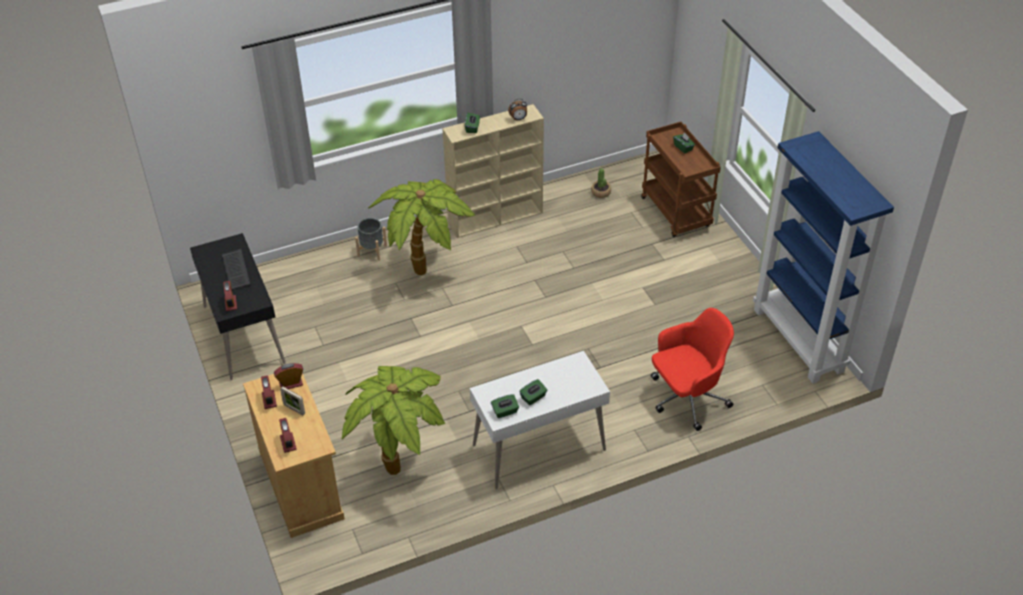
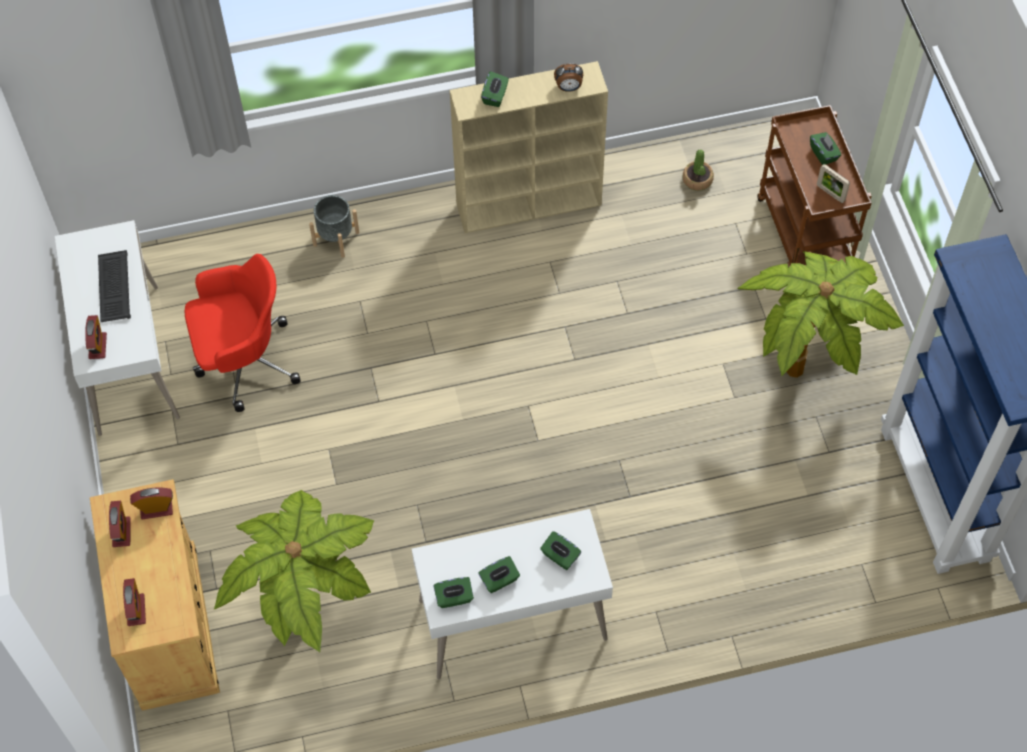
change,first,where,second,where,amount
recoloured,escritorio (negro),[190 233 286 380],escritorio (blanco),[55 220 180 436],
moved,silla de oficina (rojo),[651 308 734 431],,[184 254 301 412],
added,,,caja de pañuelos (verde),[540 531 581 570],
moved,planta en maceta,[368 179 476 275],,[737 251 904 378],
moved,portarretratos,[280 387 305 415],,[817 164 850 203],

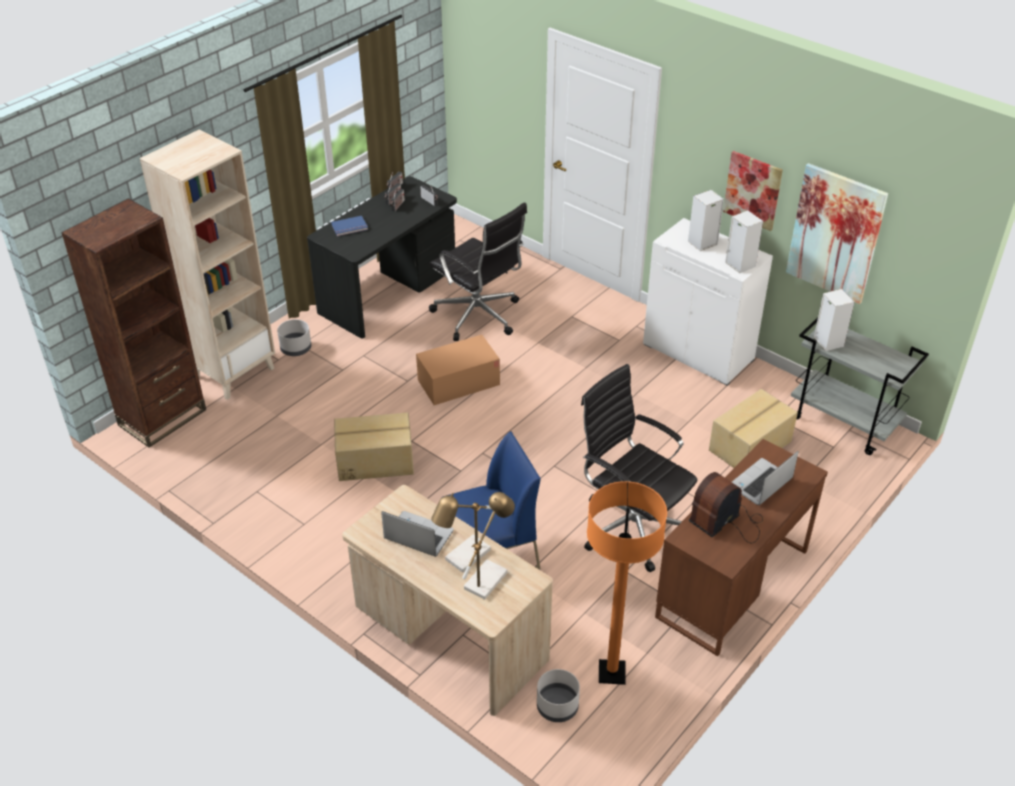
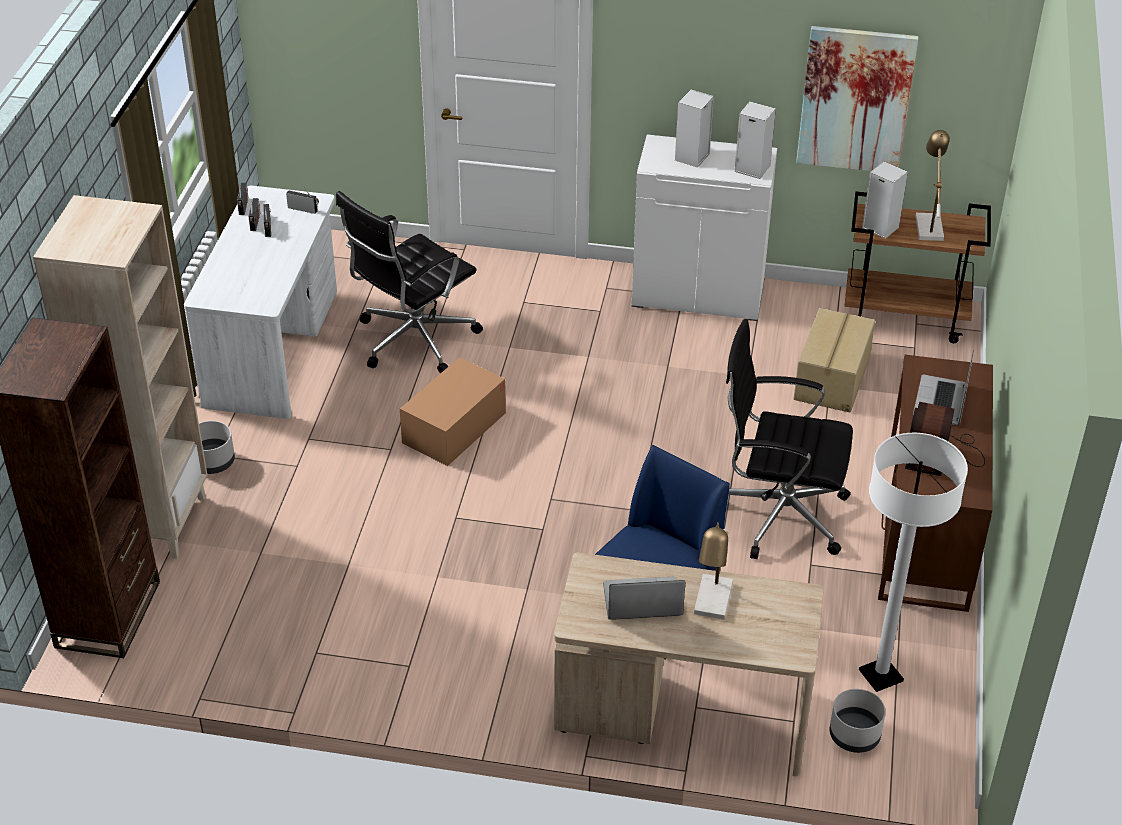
change,first,where,second,where,amount
recoloured,escritorio (negro),[307 176 457 339],escritorio (blanco),[184 186 337 419],
turned,silla de oficina (negro),[429 202 527 341],,[336 191 483 374],120 degrees clockwise
recoloured,carrito (gris),[791 317 929 455],carrito (marrón),[844 192 991 343],
recoloured,lámpara de pie (naranja),[587 481 667 685],lámpara de pie (blanco),[859 433 968 692],
moved,lámpara de mesa,[462 492 515 600],,[915 130 950 241],
removed,libro (azul),[331 216 368 236],,,
removed,caja de cartón,[334 413 414 481],,,
removed,cuadro,[723 151 783 231],,,

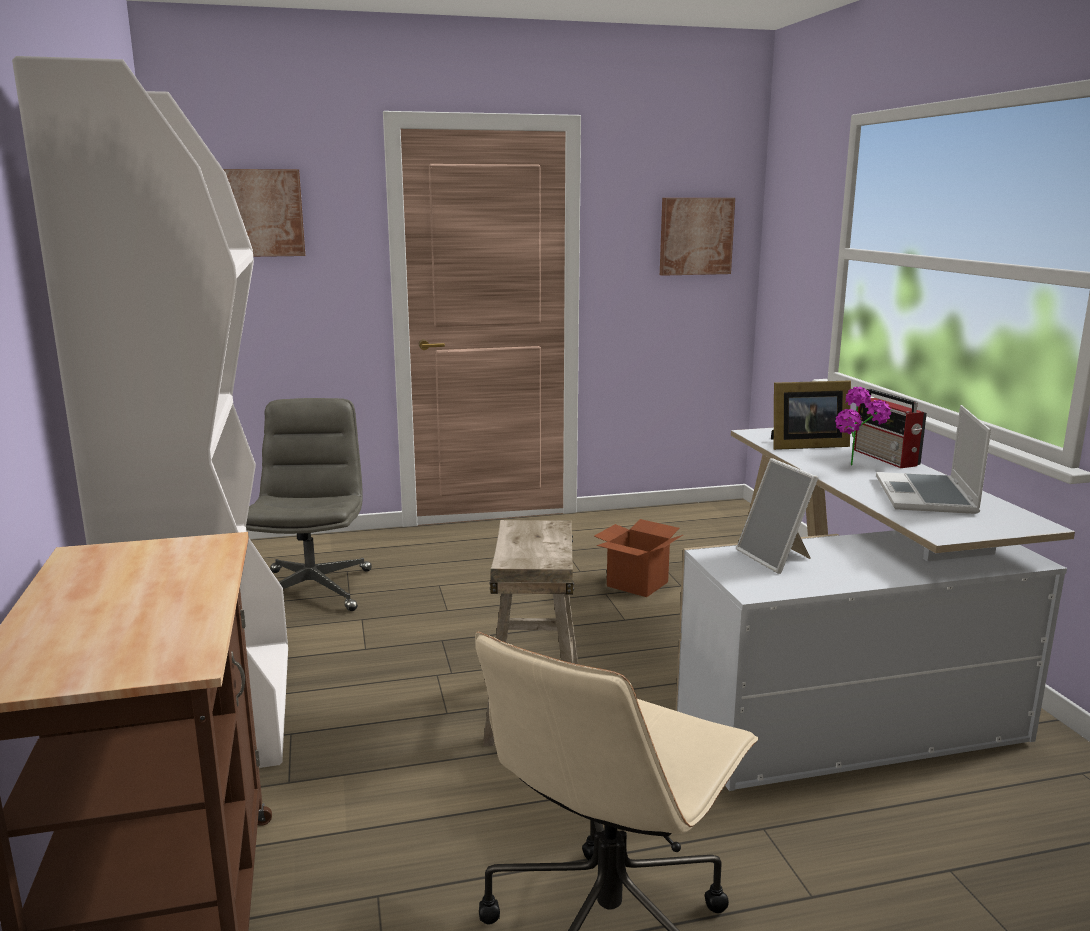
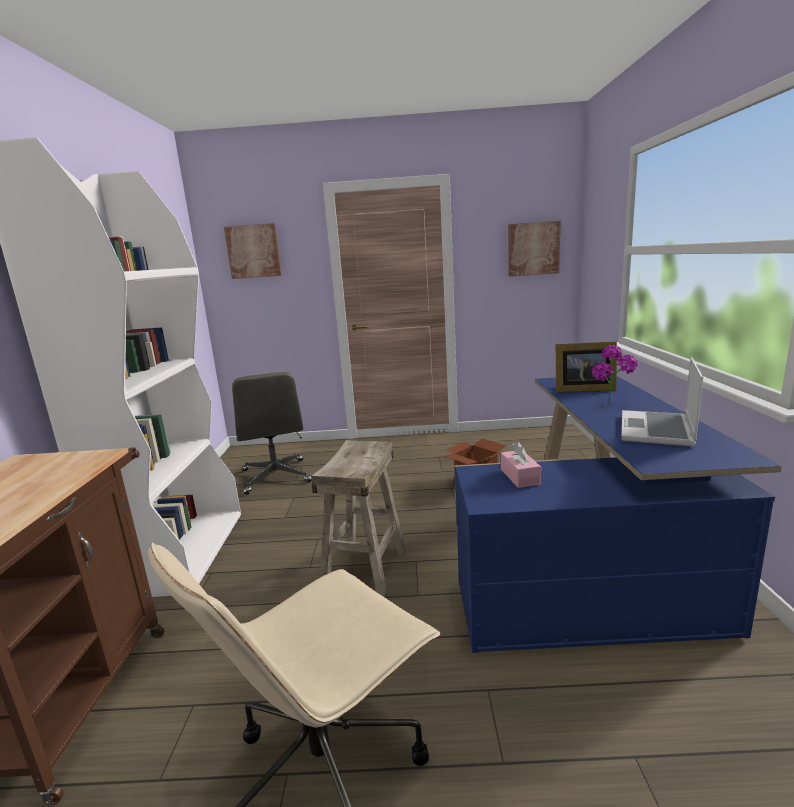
change,first,where,second,where,amount
turned,silla de oficina (gris),[246 398 372 611],,[232 372 311 495],150 degrees clockwise
recoloured,escritorio (blanco),[675 428 1075 791],escritorio (azul),[455 376 782 653],
replaced,portarretratos,[736 458 818 574],caja de pañuelos (rosa),[501 441 541 488],
removed,radio,[854 389 927 468],,,

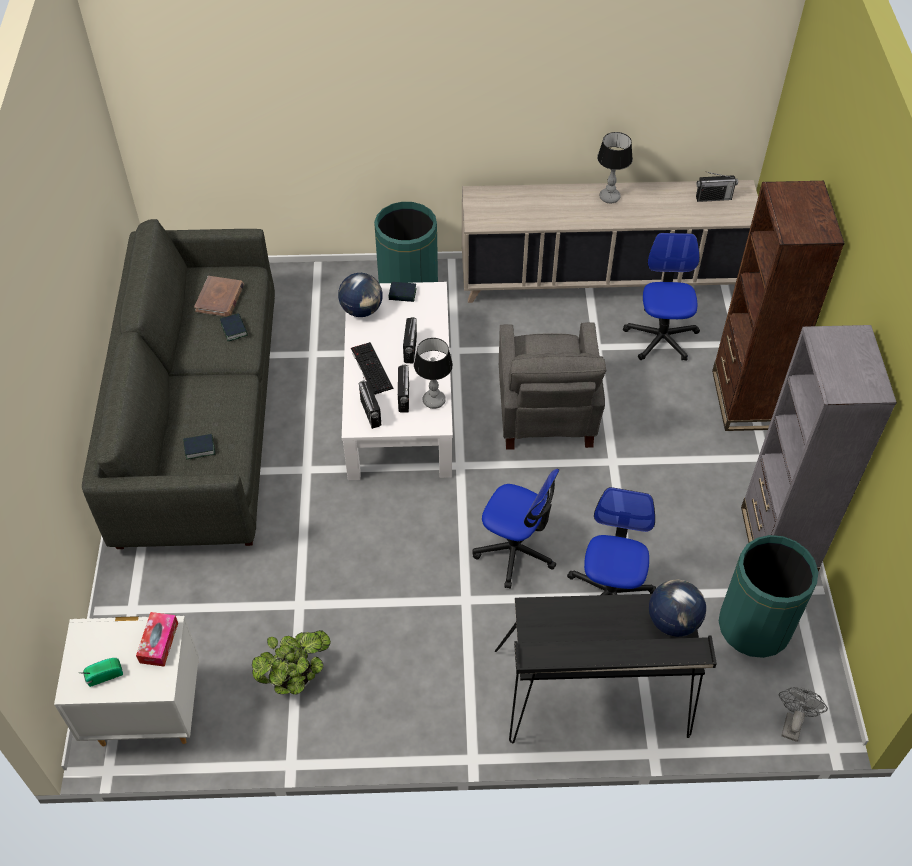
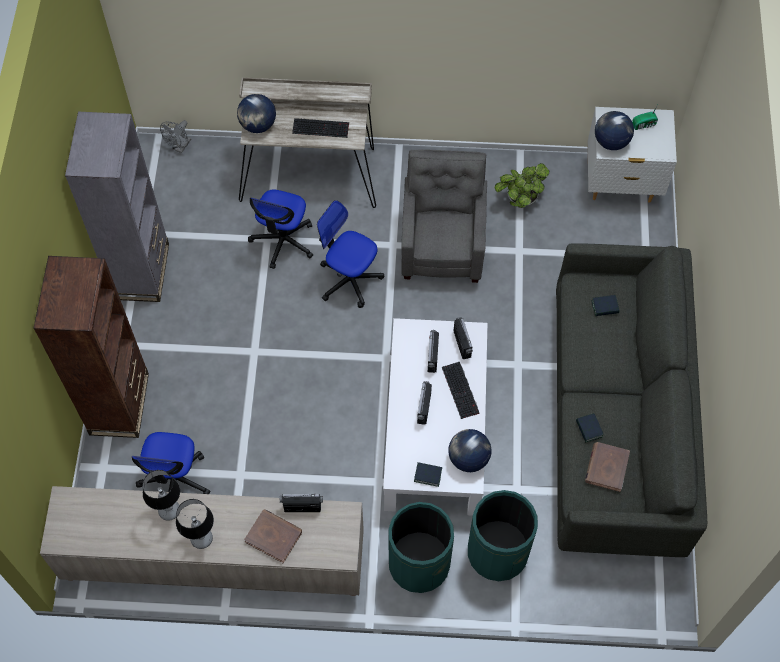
change,first,where,second,where,amount
moved,lámpara de mesa,[414 338 453 409],,[142 470 180 521],
recoloured,escritorio (negro),[495 594 717 744],escritorio (beis),[239 77 376 208],
added,,,libro (marrón),[244 509 302 563],
moved,radio,[696 172 738 202],,[280 494 323 512],
added,,,teclado,[292 118 349 138],
moved,sillón (gris),[499 322 606 450],,[401 150 487 283],
moved,papelera (verde),[719 535 818 658],,[468 490 538 581],
replaced,caja de pañuelos,[136 612 178 667],globo terráqueo,[595 111 634 150],

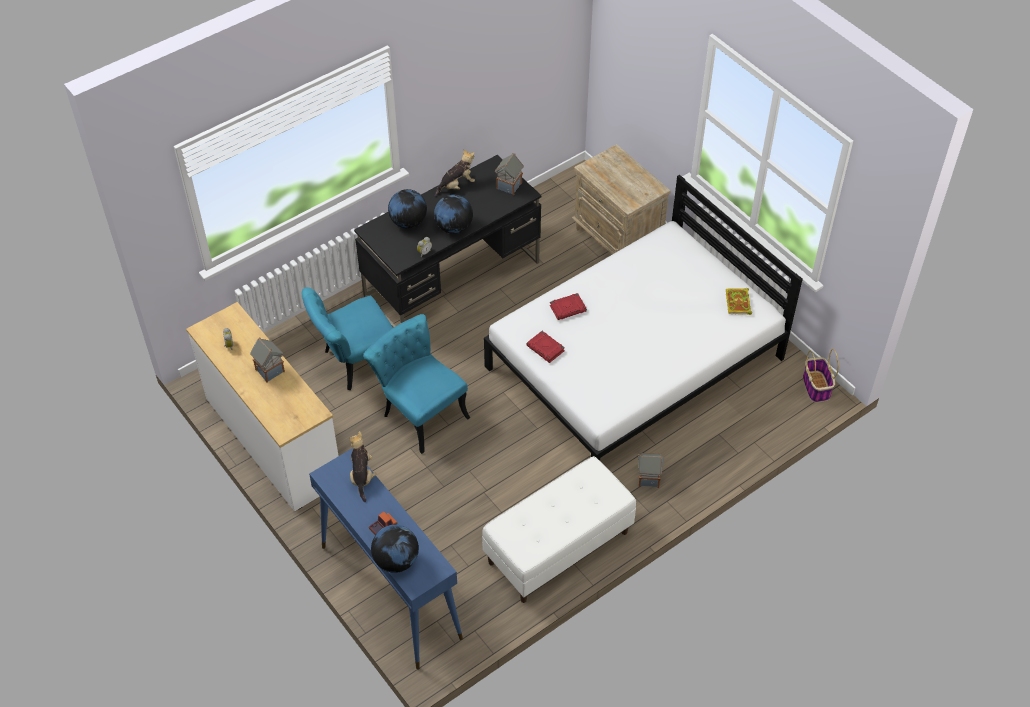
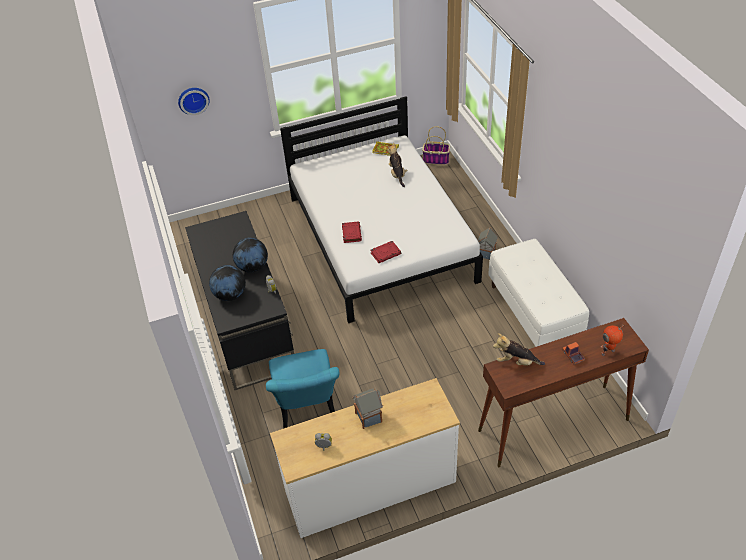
change,first,where,second,where,amount
added,,,reloj de pared,[178 88 210 115],
moved,peluche,[435 149 475 196],,[387 143 407 187],
recoloured,mesa consola (azul),[309 448 463 669],mesa consola (marrón),[478 318 649 467],
replaced,globo terráqueo,[371 525 419 573],robot de juguete,[600 325 625 356],
removed,silla (turquesa),[363 314 470 454],,,
removed,casita,[495 153 524 195],,,
removed,mesita de noche (beis),[572 144 671 255],,,

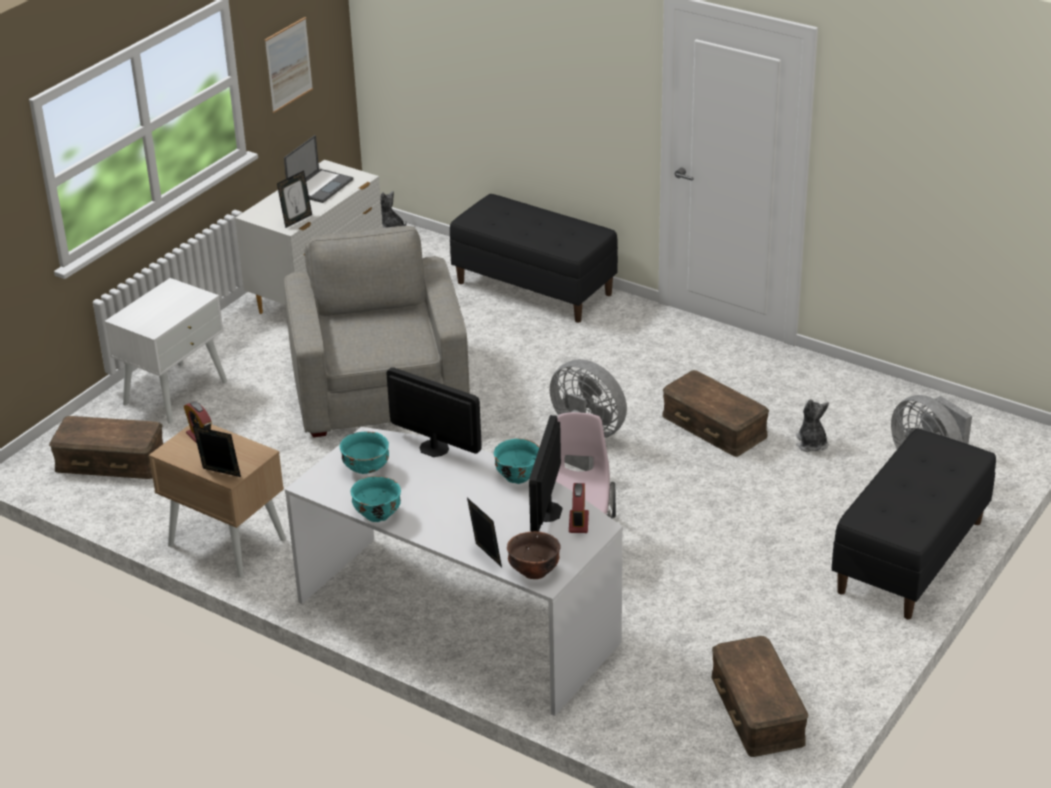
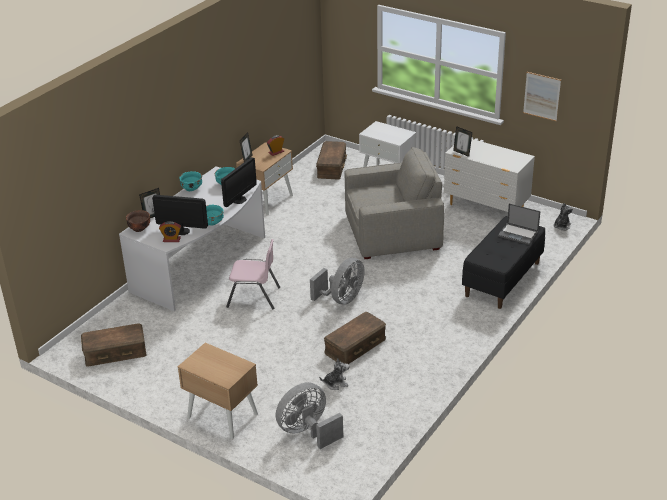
change,first,where,second,where,amount
replaced,banco (negro),[832 428 996 620],mesita de noche (beis),[178 343 258 439],
moved,portátil,[284 135 353 203],,[498 203 540 245],

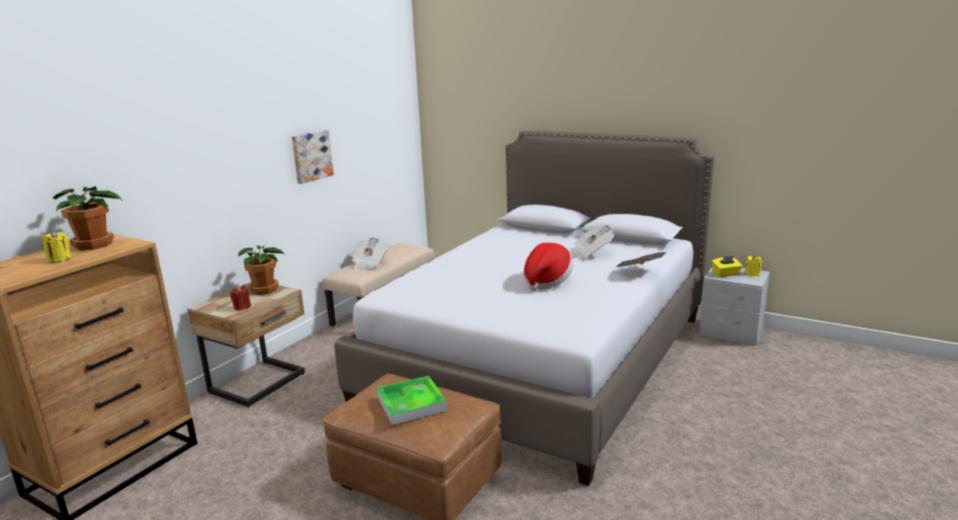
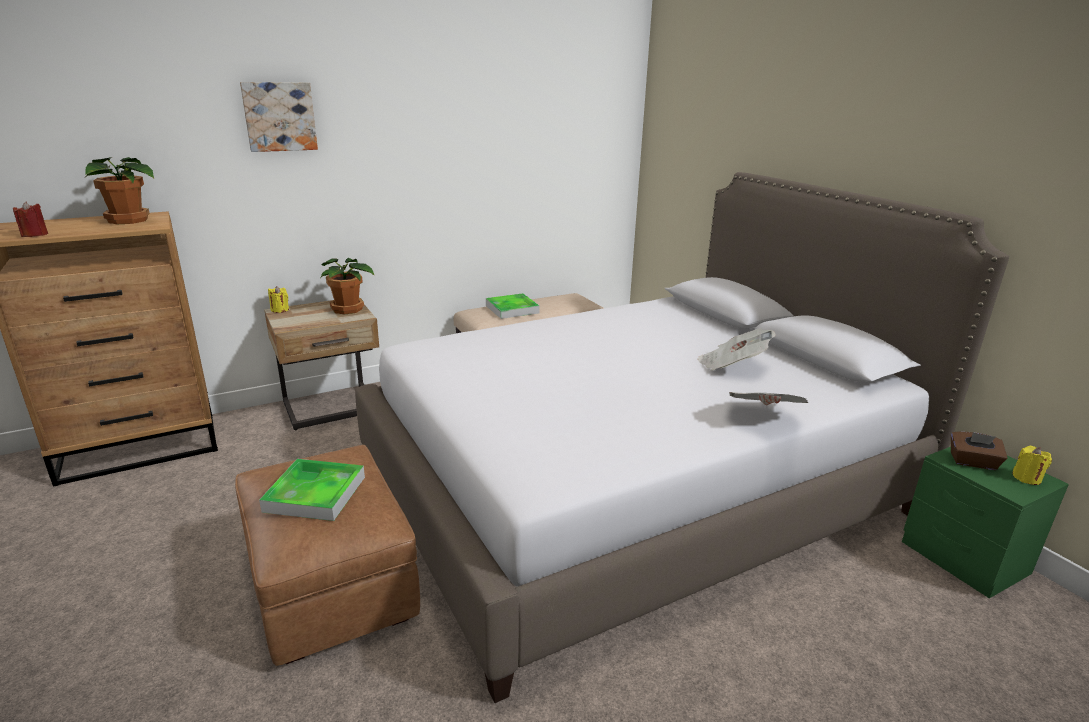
change,first,where,second,where,amount
moved,vela (rojo),[230 285 251 311],,[13 201 48 237],
moved,cuadro,[292 130 334 184],,[240 82 318 152],
moved,vela (amarillo),[41 231 72 263],,[268 286 289 313],
replaced,periódico,[352 237 389 271],bandeja,[486 293 540 319],
recoloured,mesita de noche (gris),[700 267 770 346],mesita de noche (verde),[902 447 1069 599],
recoloured,caja de pañuelos (amarillo),[711 256 742 277],caja de pañuelos (marrón),[951 431 1008 470],
removed,sombrero,[524 243 574 291],,,

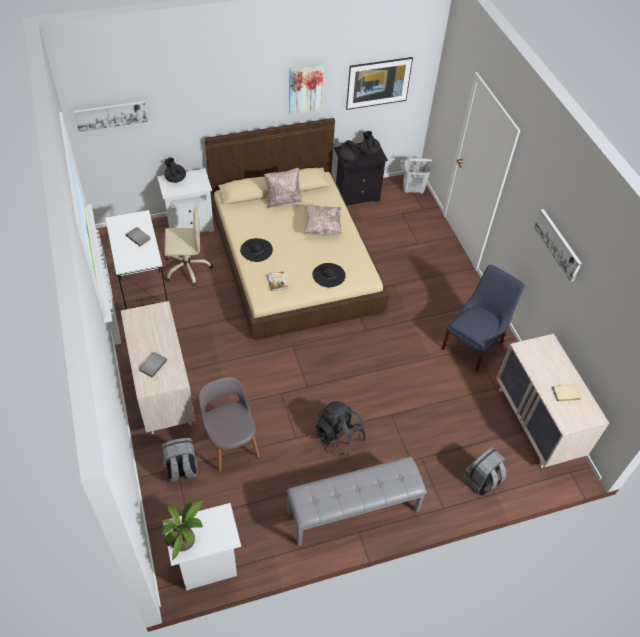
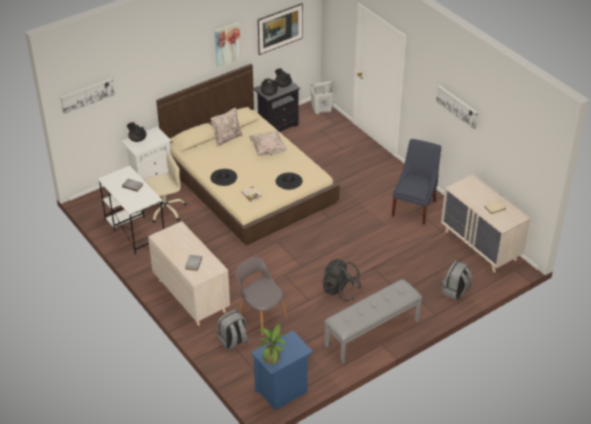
change,first,where,second,where,amount
recoloured,mesita de noche (blanco),[163 503 241 590],mesita de noche (azul),[251 331 313 410],

